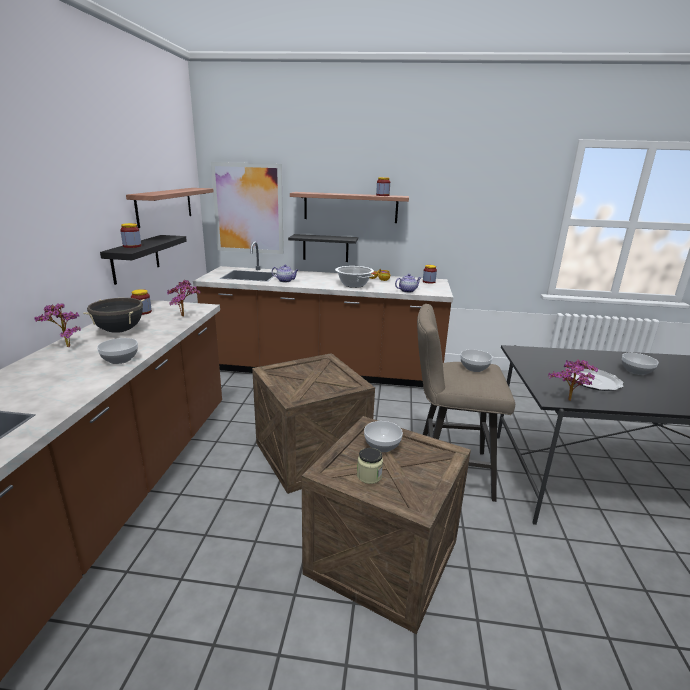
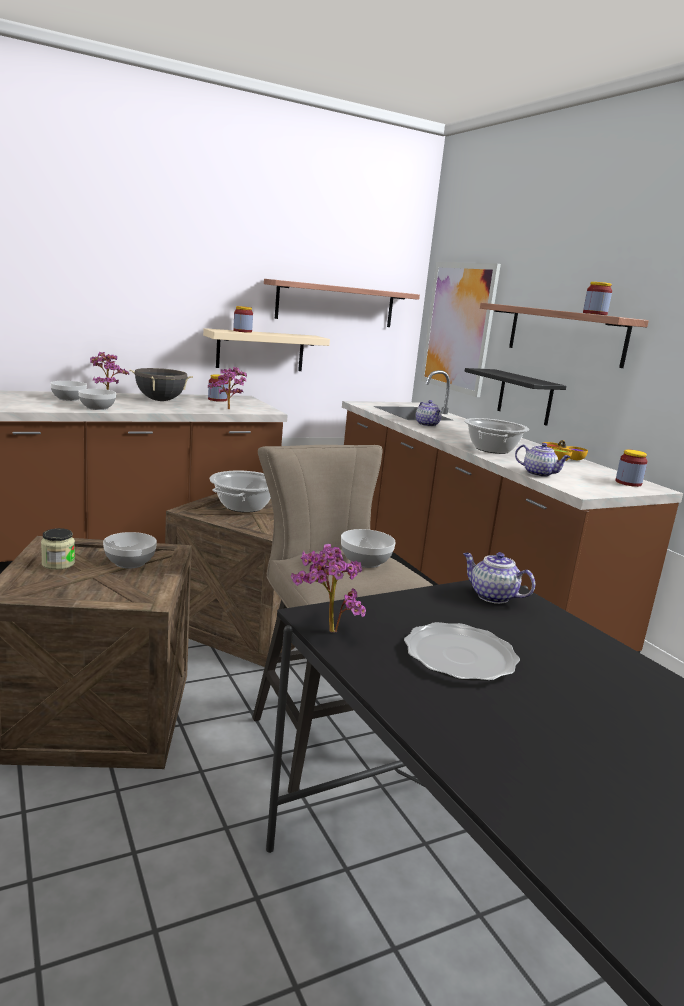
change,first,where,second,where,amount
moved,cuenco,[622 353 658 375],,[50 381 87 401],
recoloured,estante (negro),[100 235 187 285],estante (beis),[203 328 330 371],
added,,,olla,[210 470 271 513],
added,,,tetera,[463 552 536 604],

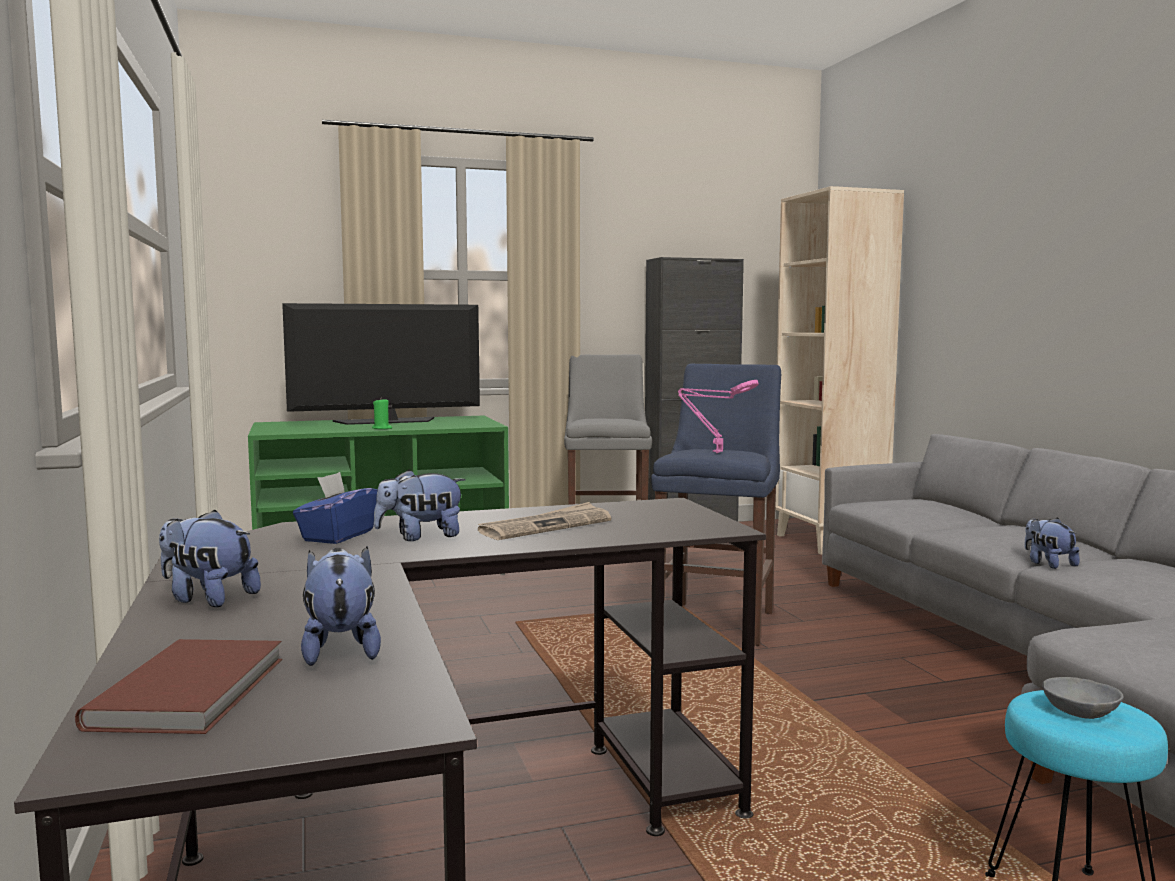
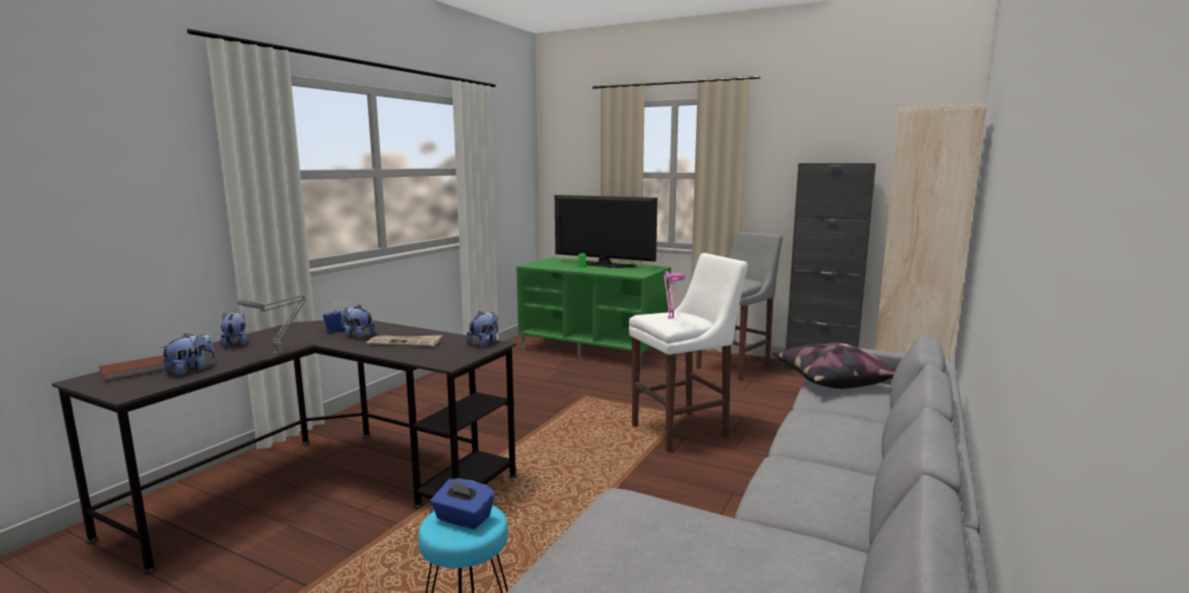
change,first,where,second,where,amount
added,,,lámpara de mesa (gris),[237 295 307 354],
replaced,cuenco (gris),[1042 677 1124 719],caja de pañuelos (azul),[430 478 495 529],
moved,peluche,[1025 517 1079 569],,[466 311 498 347],
recoloured,taburete (azul),[651 364 781 646],taburete (blanco),[629 253 748 452],
added,,,cojín,[772 343 896 389],

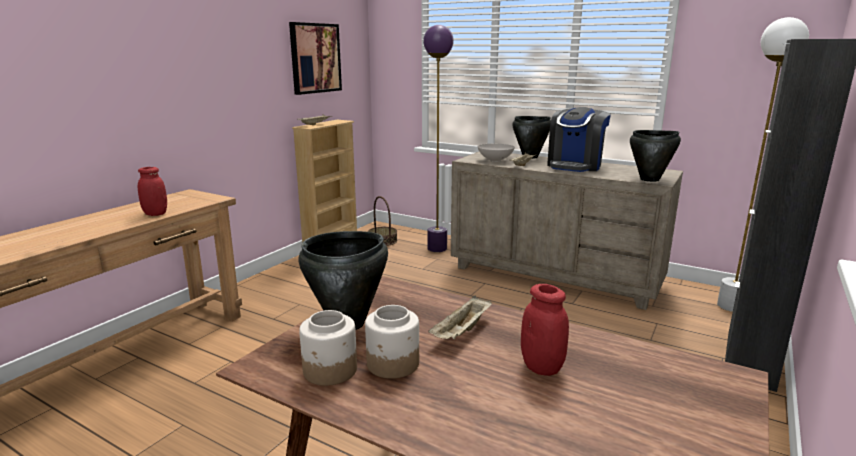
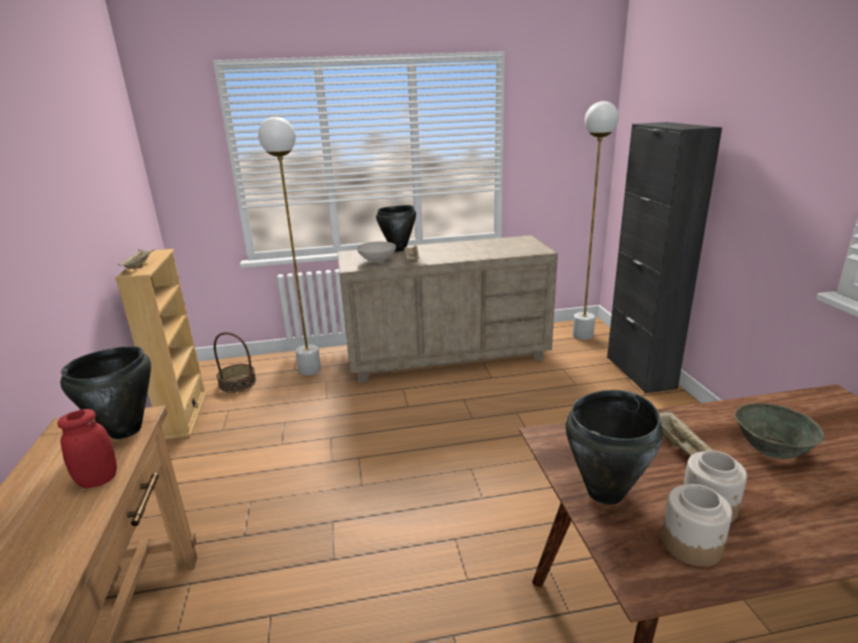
change,first,where,second,where,amount
moved,olla (negro),[630 130 681 182],,[60 346 151 439],
recoloured,lámpara de pie (morado),[423 25 454 252],lámpara de pie (blanco),[258 117 321 375],
replaced,tarro (rojo),[521 284 569 376],cuenco (gris),[734 403 825 459],
removed,cuadro,[289 22 342 95],,,
removed,cafetera,[547 107 611 172],,,

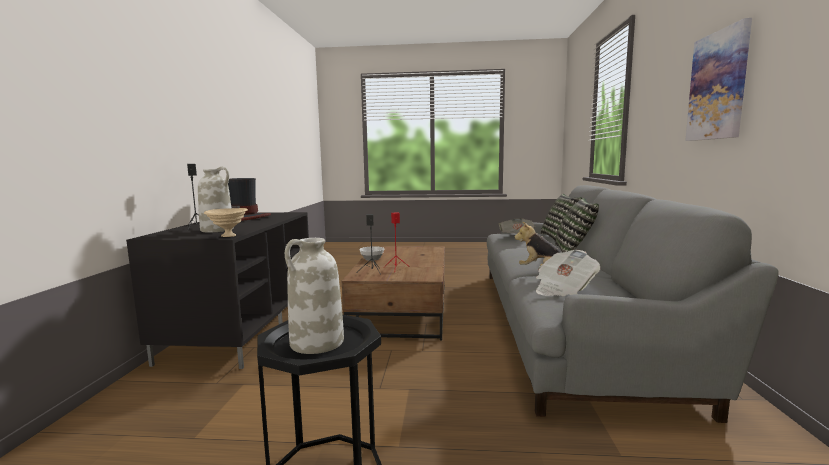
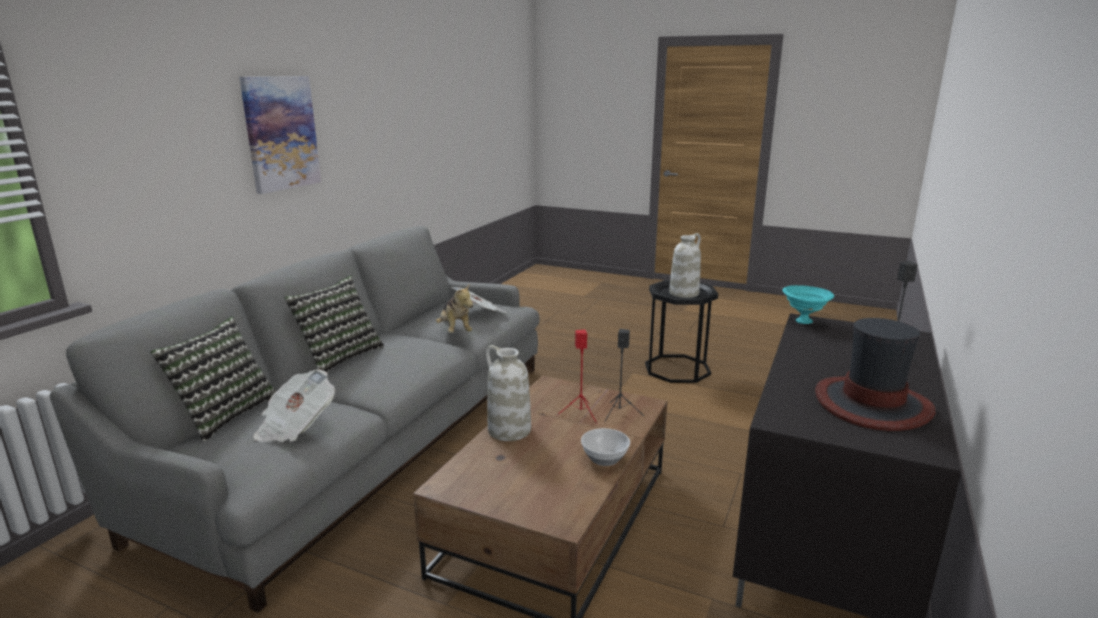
change,first,where,second,where,amount
moved,florero (blanco),[198 166 234 232],,[485 345 531 441],
recoloured,cuenco (beis),[204 208 248 237],cuenco (turquesa),[782 285 834 324],

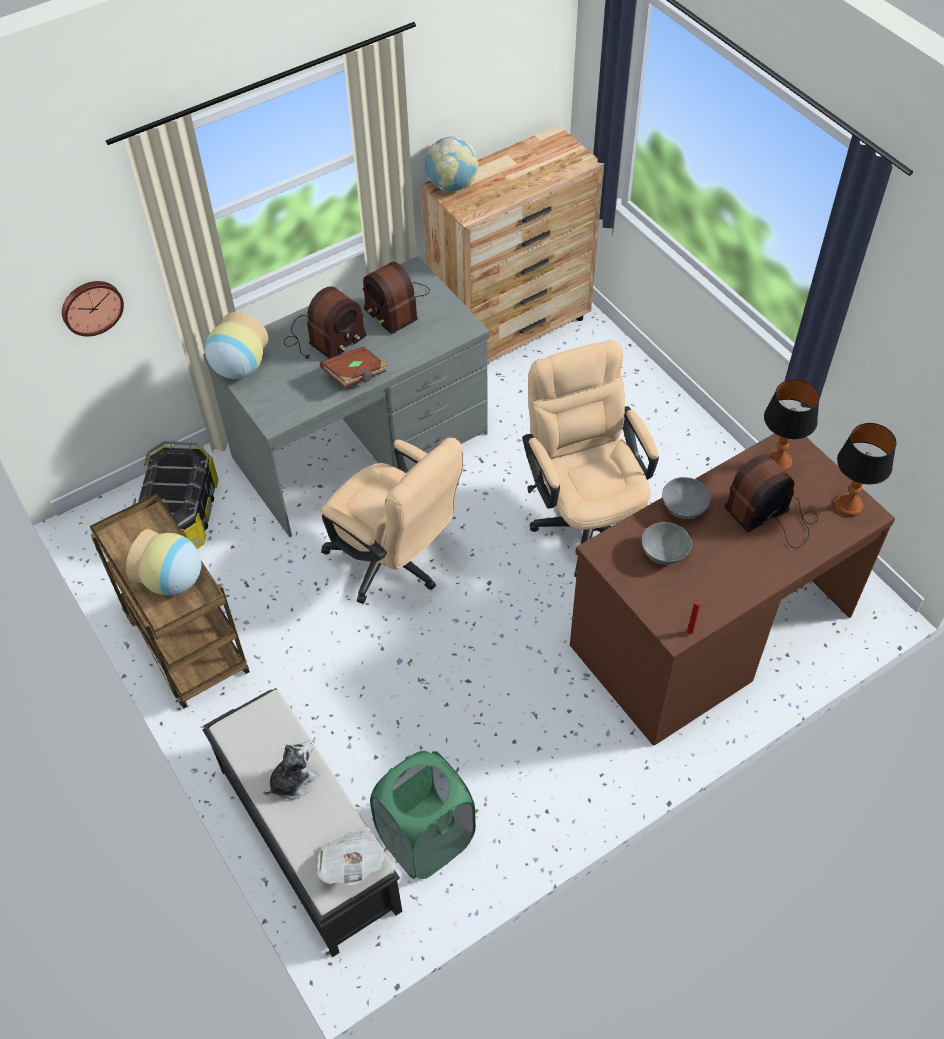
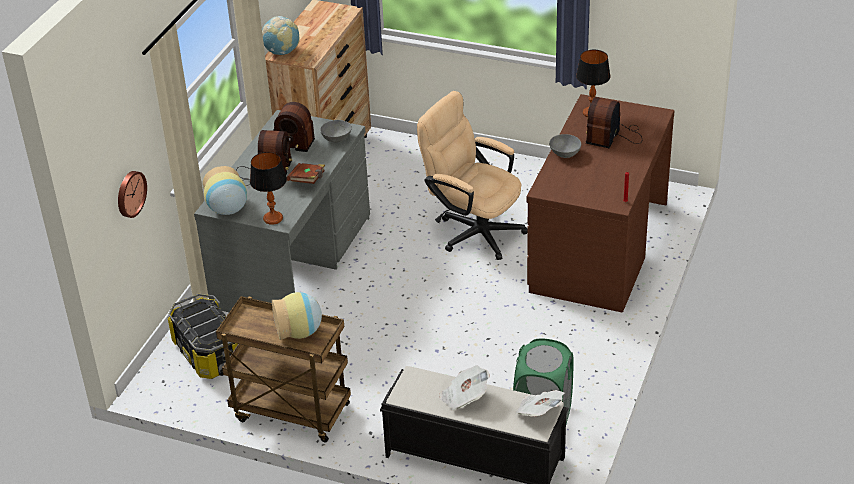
change,first,where,second,where,amount
moved,lámpara de mesa,[835 423 896 516],,[250 152 287 225],
moved,cuenco (gris),[641 522 692 564],,[320 120 352 143],
replaced,peluche,[263 741 320 800],periódico,[439 365 490 411],
removed,silla de oficina (beis),[321 438 463 604],,,

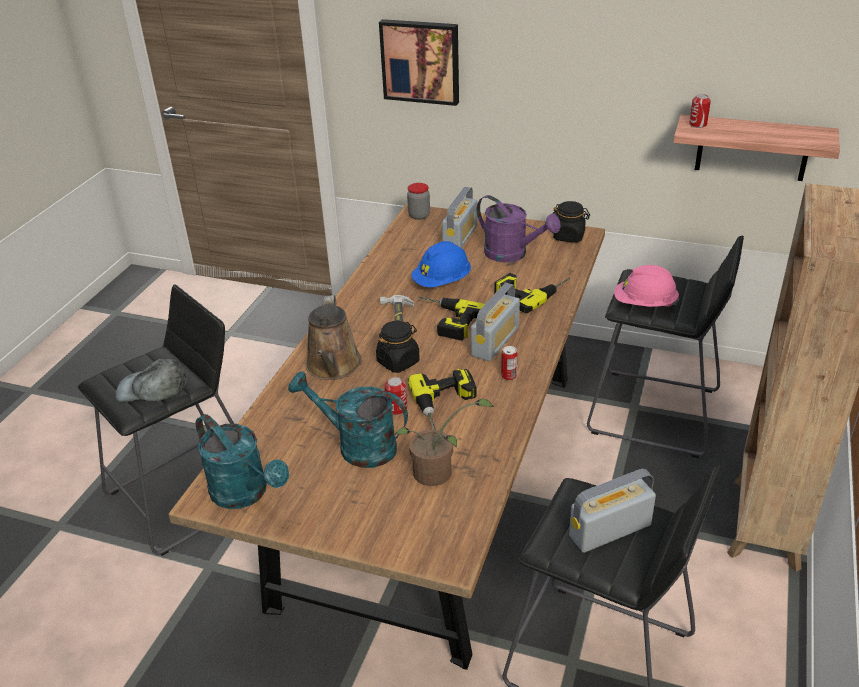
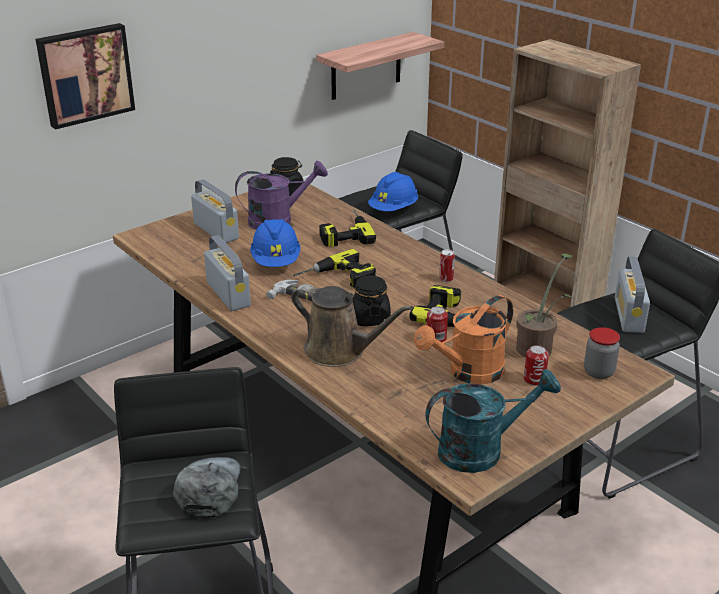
change,first,where,second,where,amount
turned,gorra (gris),[115 359 188 402],,[173 457 241 517],150 degrees clockwise
moved,radio,[471 283 520 361],,[204 235 251 311],
recoloured,casco (rosa),[614 265 679 307],casco (azul),[368 172 418 211],
recoloured,regadera (turquesa),[288 371 408 468],regadera (naranja),[414 295 513 384],
moved,lata,[689 94 711 128],,[524 345 549 386],
moved,tarro,[407 183 430 220],,[584 327 620 379],

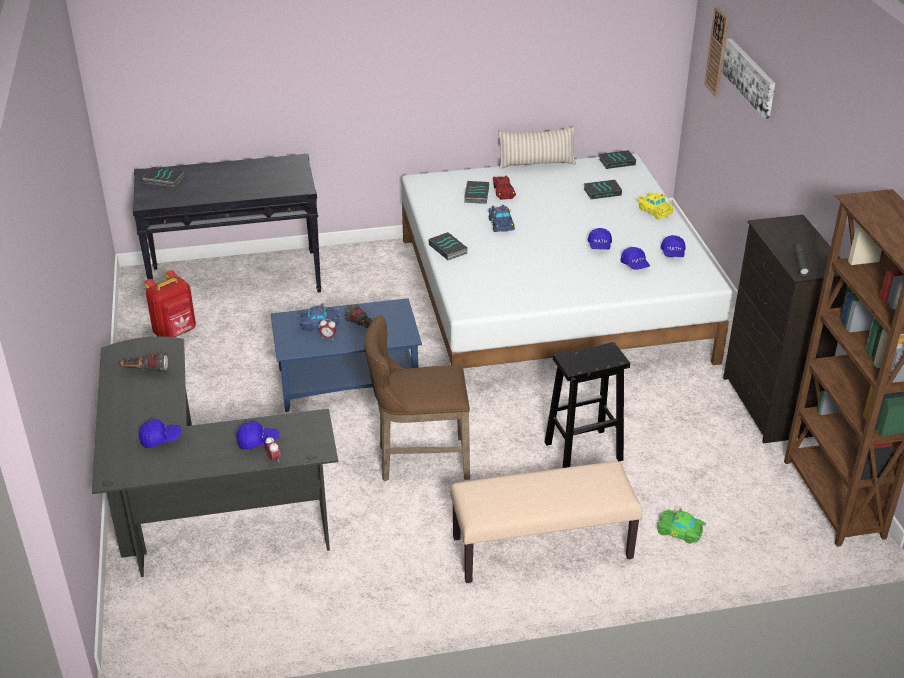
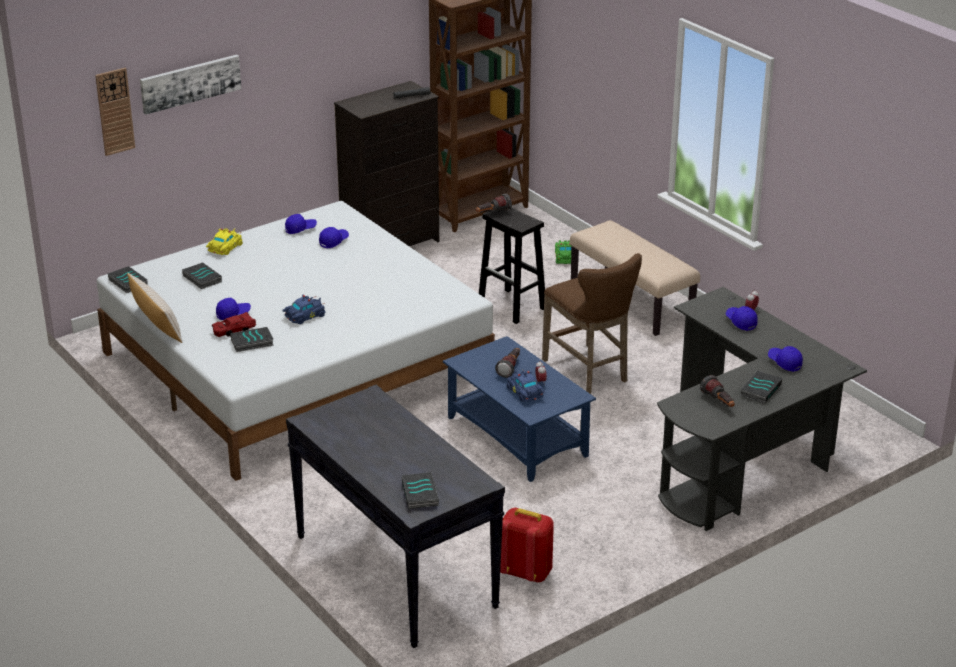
change,first,where,second,where,amount
moved,gorra (azul),[588 228 612 250],,[216 298 251 320],
added,,,linterna,[476 194 512 213],
moved,libro,[428 232 468 260],,[740 370 782 403],

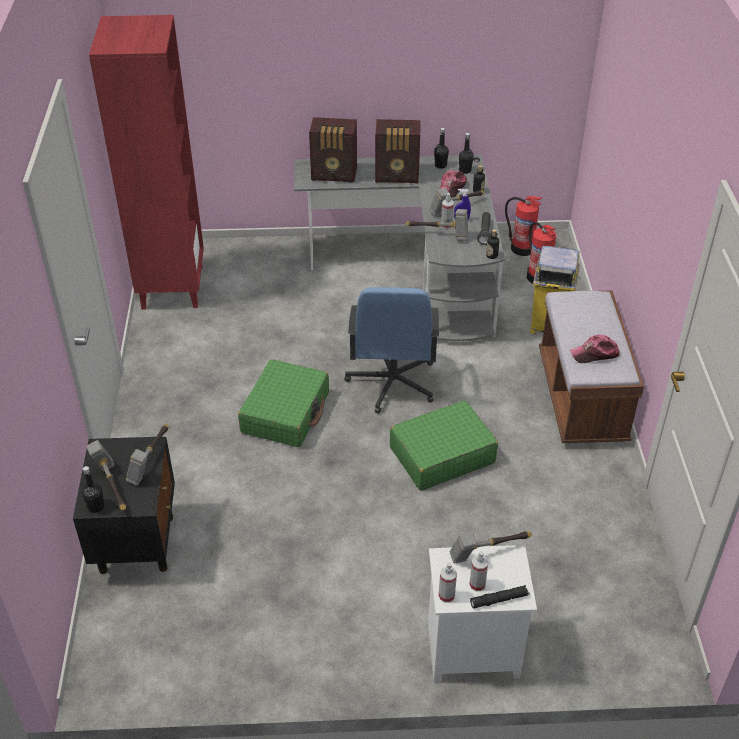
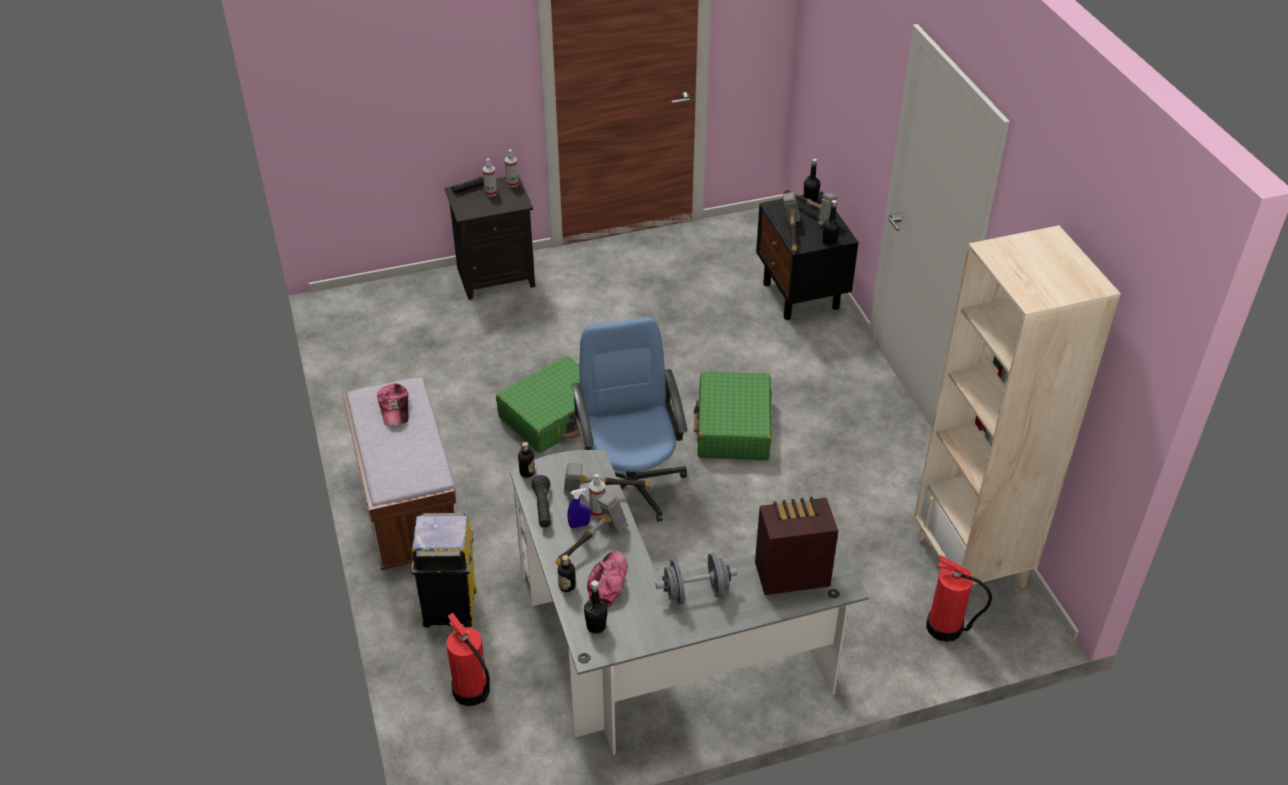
change,first,where,second,where,amount
turned,gorra,[570 335 620 363],,[377 383 408 425],105 degrees clockwise
recoloured,mesita de noche (blanco),[428 545 537 682],mesita de noche (negro),[445 175 535 300],
replaced,radio,[375 119 421 183],mancuerna (gris),[655 553 737 605],
moved,botella (negro),[434 128 449 169],,[822 200 840 246],
recoloured,estantería (rojo),[89 15 204 310],estantería (beis),[914 225 1121 588],
moved,extintor,[505 196 542 256],,[926 555 992 642],
removed,martillo,[449 531 532 563],,,

